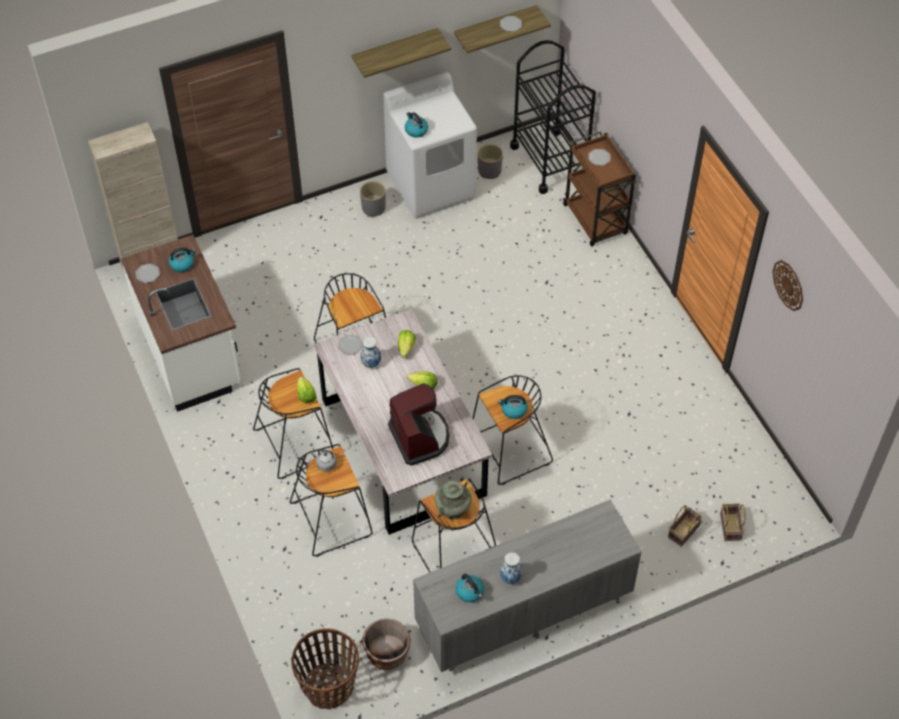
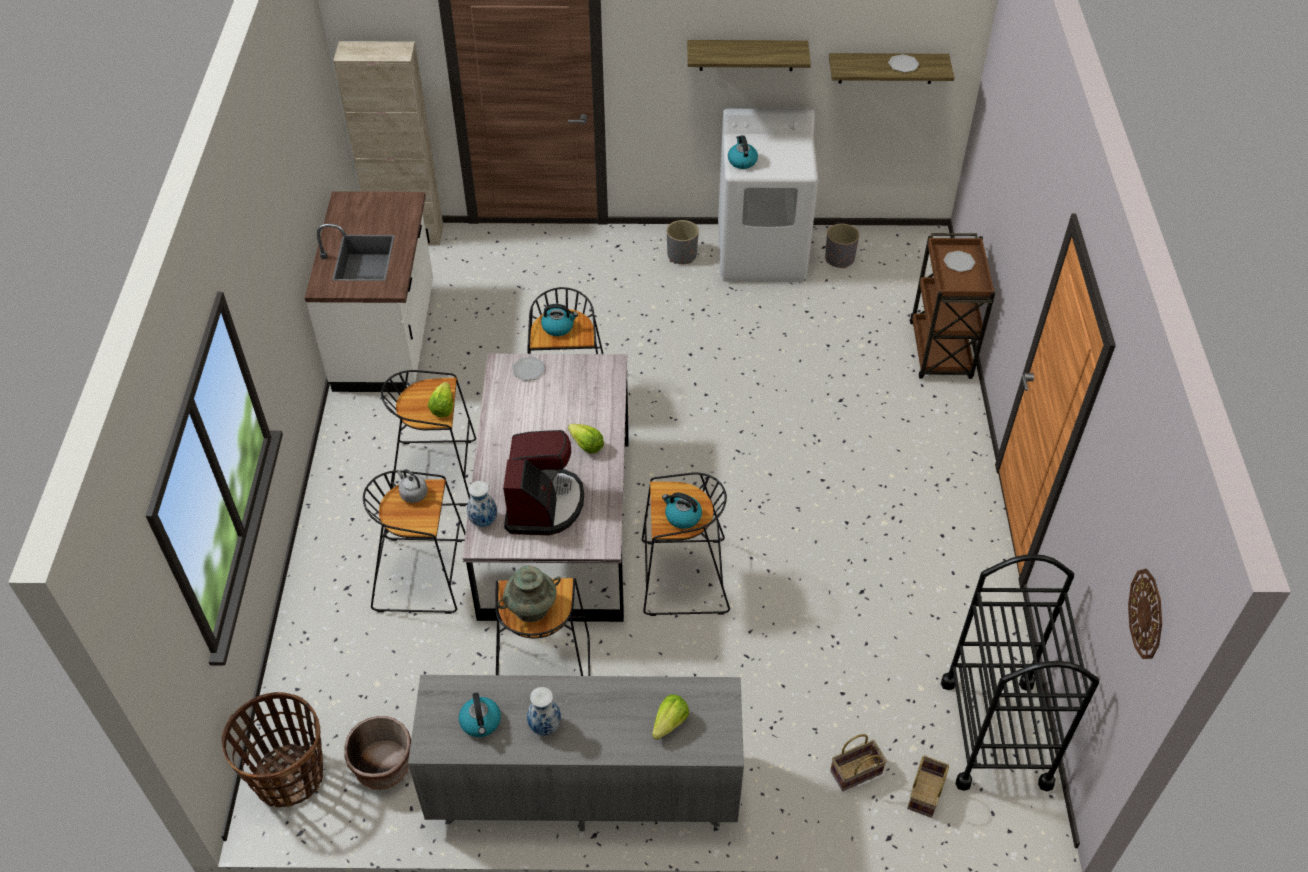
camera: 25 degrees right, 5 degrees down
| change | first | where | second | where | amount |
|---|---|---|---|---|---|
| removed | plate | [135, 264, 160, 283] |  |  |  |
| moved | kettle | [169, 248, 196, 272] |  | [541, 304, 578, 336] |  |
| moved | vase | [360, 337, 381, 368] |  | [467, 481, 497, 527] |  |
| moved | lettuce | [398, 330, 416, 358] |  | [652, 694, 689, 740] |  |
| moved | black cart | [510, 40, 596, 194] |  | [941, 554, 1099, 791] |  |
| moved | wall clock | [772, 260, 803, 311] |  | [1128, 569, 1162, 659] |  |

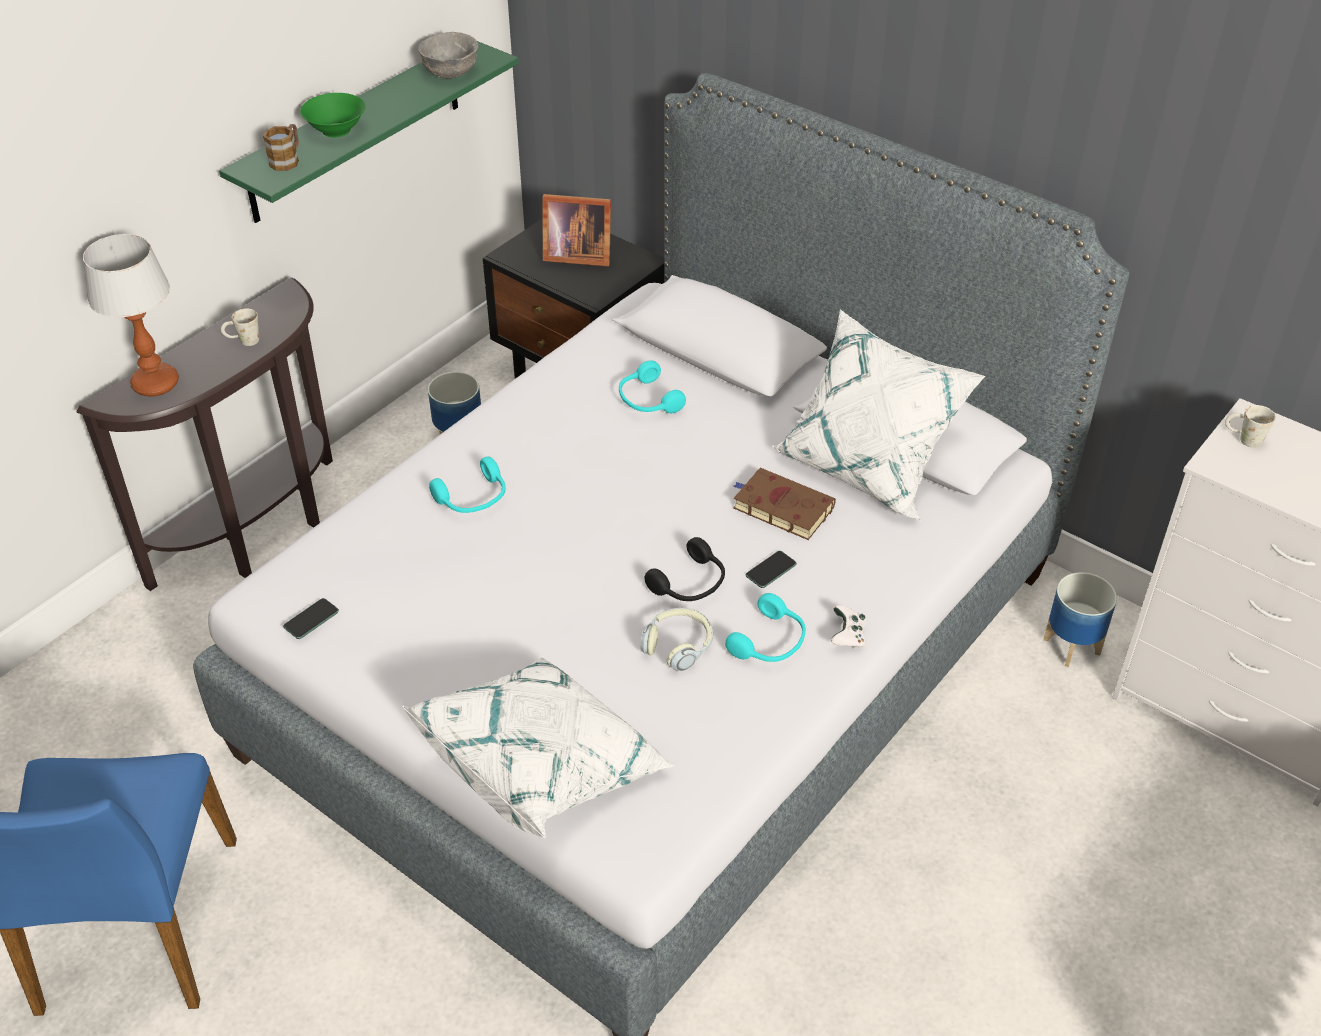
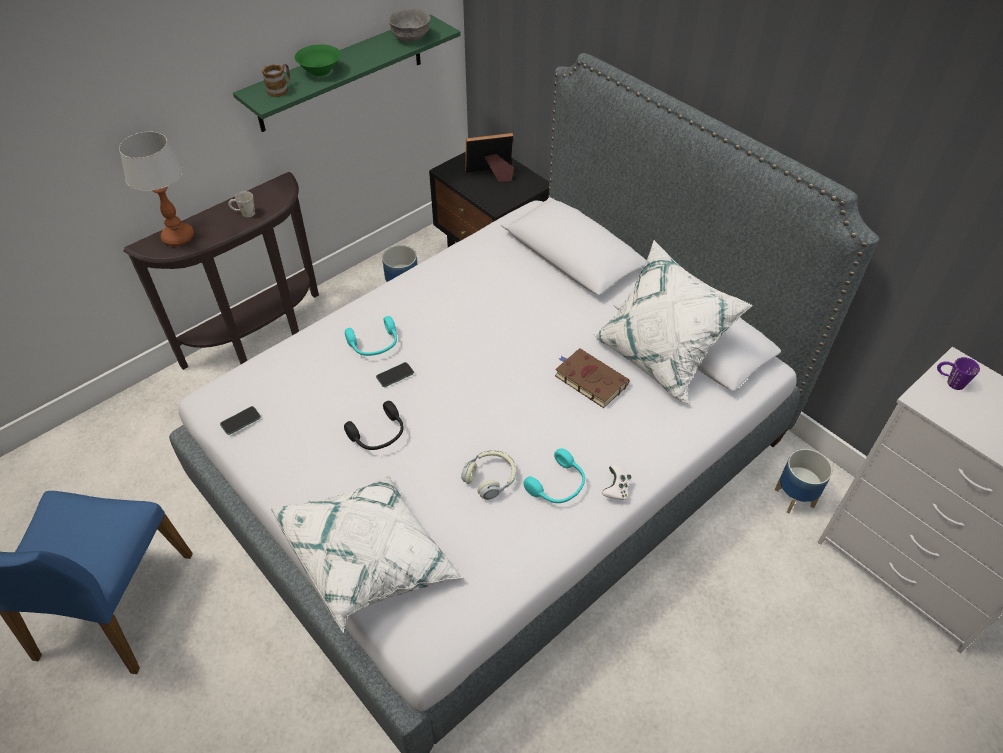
camera: 10 degrees right, 5 degrees up
| change | first | where | second | where | amount |
|---|---|---|---|---|---|
| turned | picture frame | [543, 194, 611, 267] |  | [465, 133, 514, 182] | 150 degrees clockwise |
| removed | turquoise headphones | [619, 360, 686, 413] |  |  |  |
| moved | black headphones | [645, 537, 725, 601] |  | [344, 401, 404, 450] |  |
| moved | phone | [745, 551, 797, 588] |  | [376, 362, 414, 387] |  |
| recoloured | white mug | [1225, 405, 1276, 448] | purple mug | [937, 357, 980, 390] |  |

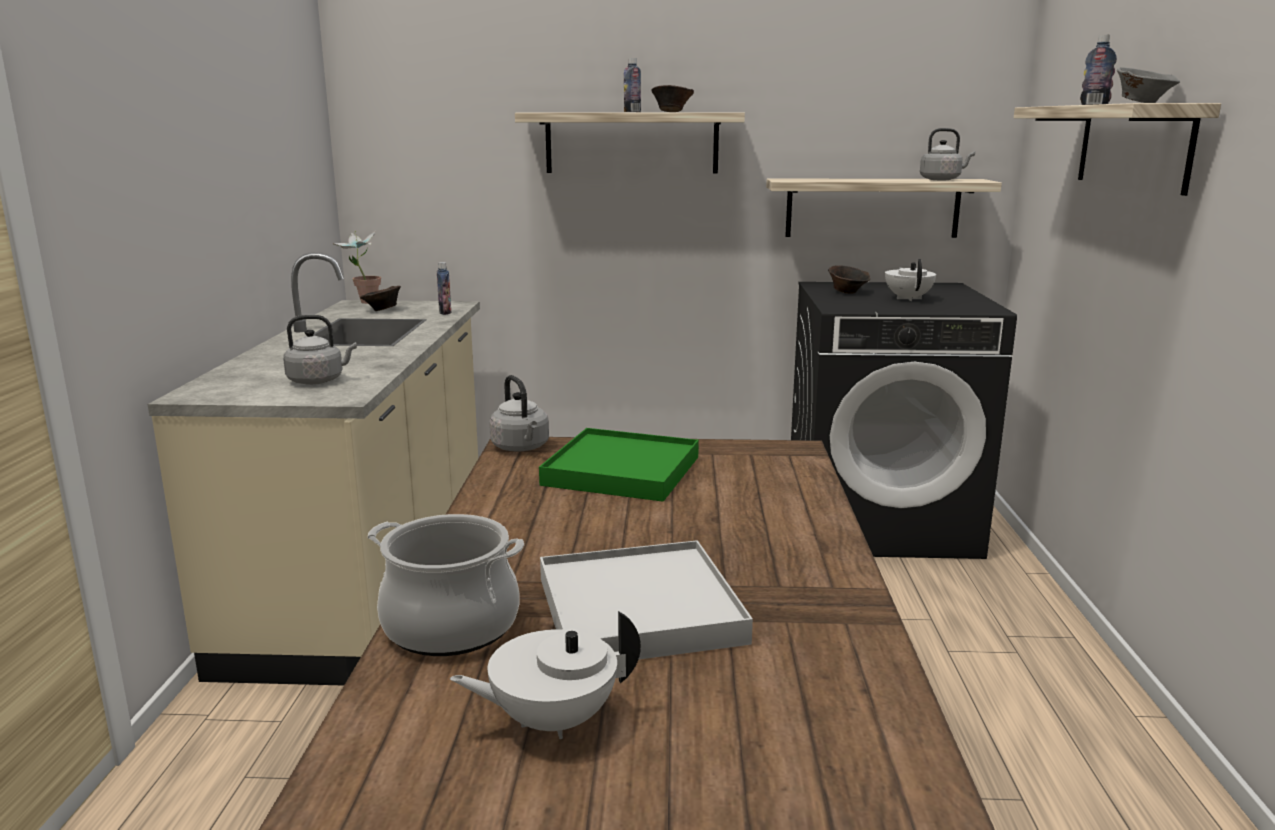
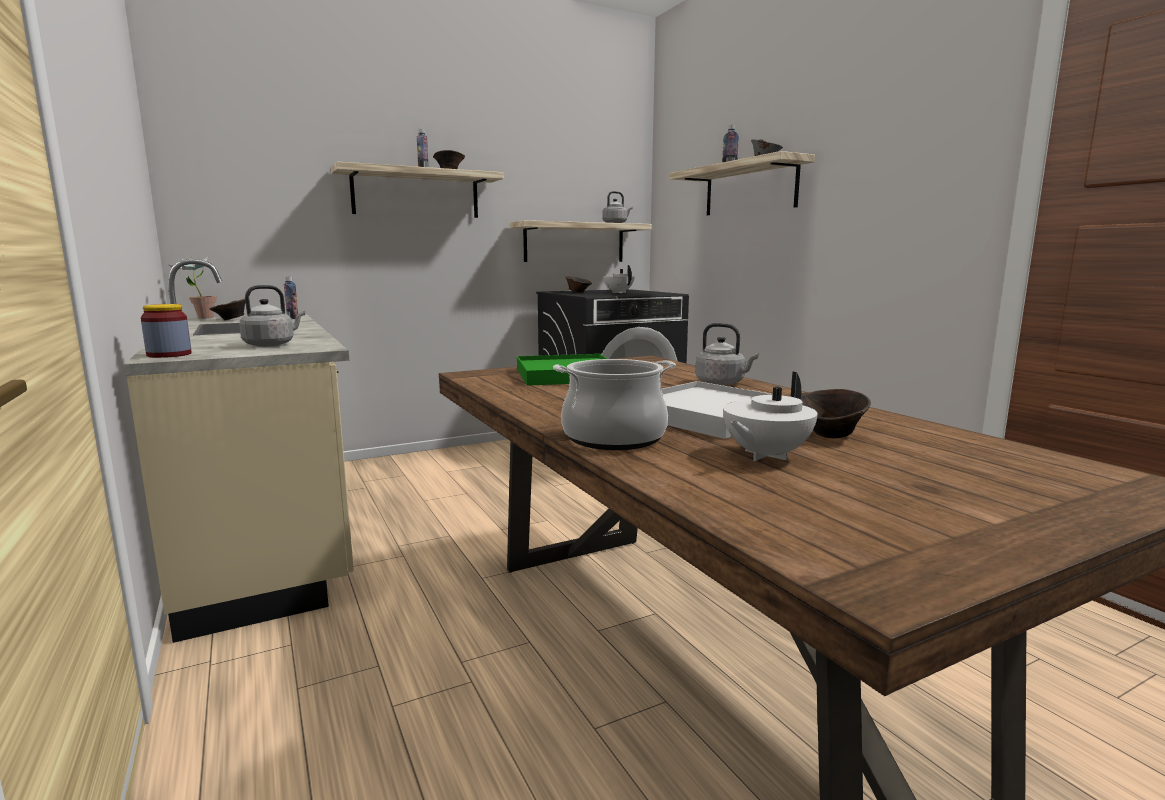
camera: 30 degrees left, 5 degrees down
| change | first | where | second | where | amount |
|---|---|---|---|---|---|
| moved | grey kettle | [489, 375, 549, 451] |  | [695, 323, 758, 385] |  |
| added |  |  | jar | [141, 304, 192, 358] |  |
| added |  |  | brown bowl | [801, 389, 871, 438] |  |

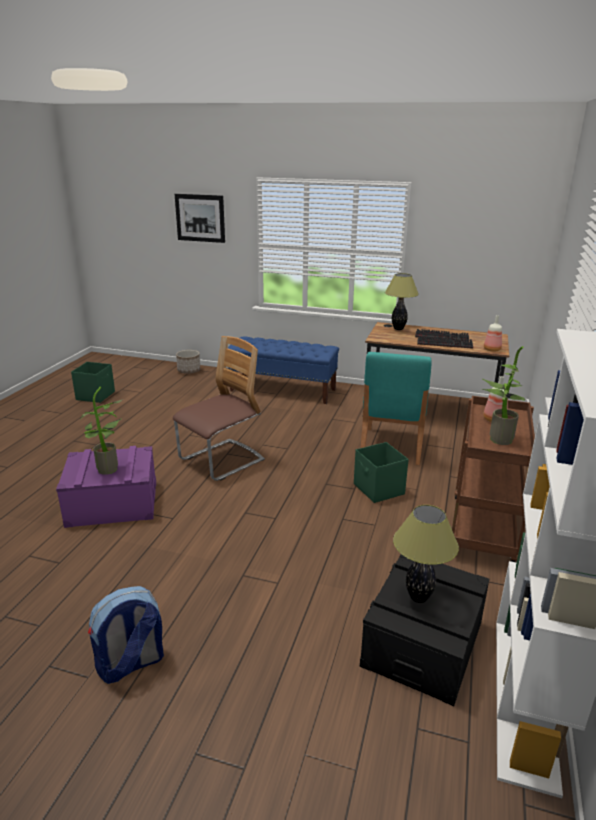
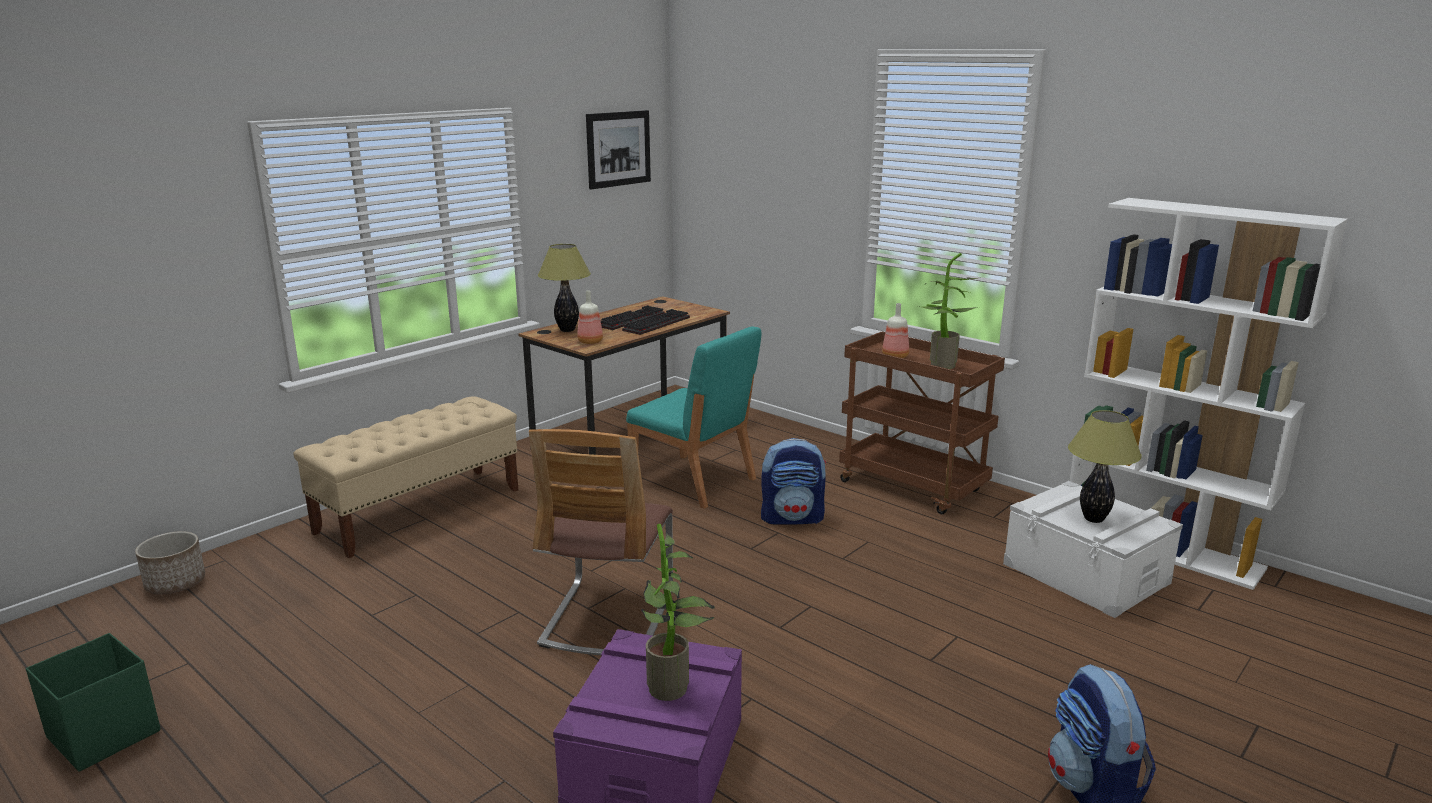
camera: 65 degrees left, 5 degrees down
| change | first | where | second | where | amount |
|---|---|---|---|---|---|
| turned | chair | [173, 336, 265, 481] |  | [529, 429, 673, 655] | 150 degrees counterclockwise |
| moved | picture | [175, 194, 225, 243] |  | [586, 110, 651, 190] |  |
| recoloured | blue bench | [228, 336, 339, 404] | beige bench | [294, 397, 518, 558] |  |
| replaced | green storage box | [354, 442, 409, 503] | backpack | [761, 438, 826, 525] |  |
| recoloured | black storage box | [360, 554, 489, 706] | white storage box | [1003, 481, 1183, 618] |  |
| moved | bottle | [484, 315, 502, 352] |  | [577, 291, 603, 344] |  |

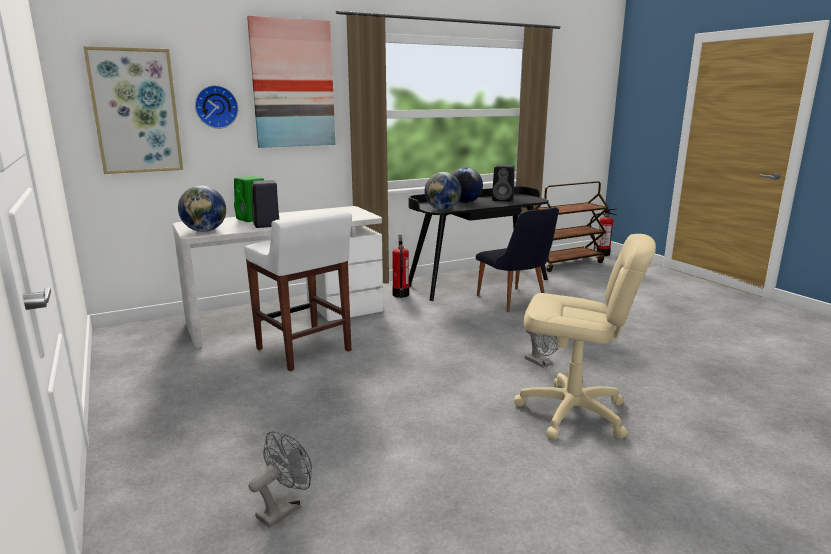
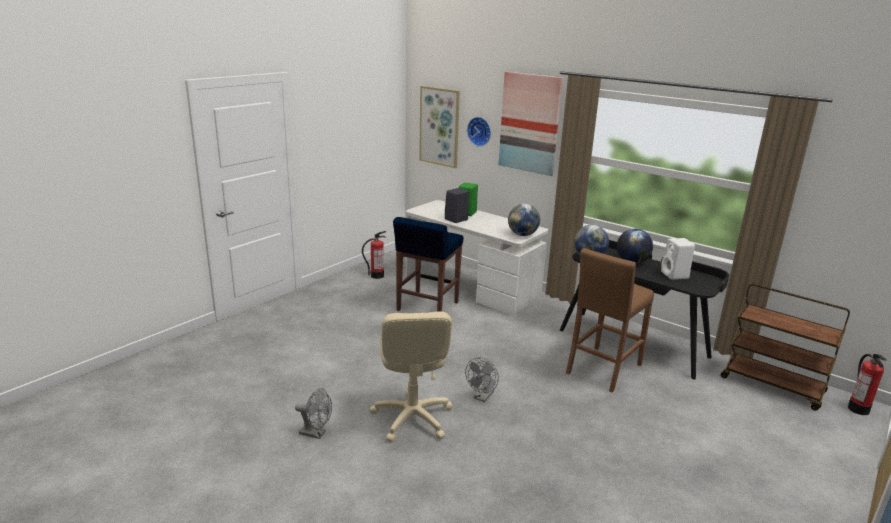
camera: 65 degrees right, 5 degrees up
| change | first | where | second | where | amount |
|---|---|---|---|---|---|
| moved | globe | [178, 186, 226, 232] |  | [508, 204, 540, 236] |  |
| recoloured | white stool | [244, 210, 352, 371] | blue stool | [393, 217, 463, 312] |  |
| moved | grey fan | [249, 431, 312, 528] |  | [295, 388, 332, 439] |  |
| moved | fire extinguisher | [392, 235, 409, 298] |  | [362, 231, 386, 279] |  |
| replaced | black chair | [476, 207, 559, 312] | brown stool | [566, 248, 654, 392] |  |
| recoloured | black speaker | [492, 165, 515, 202] | white speaker | [661, 238, 695, 280] |  |

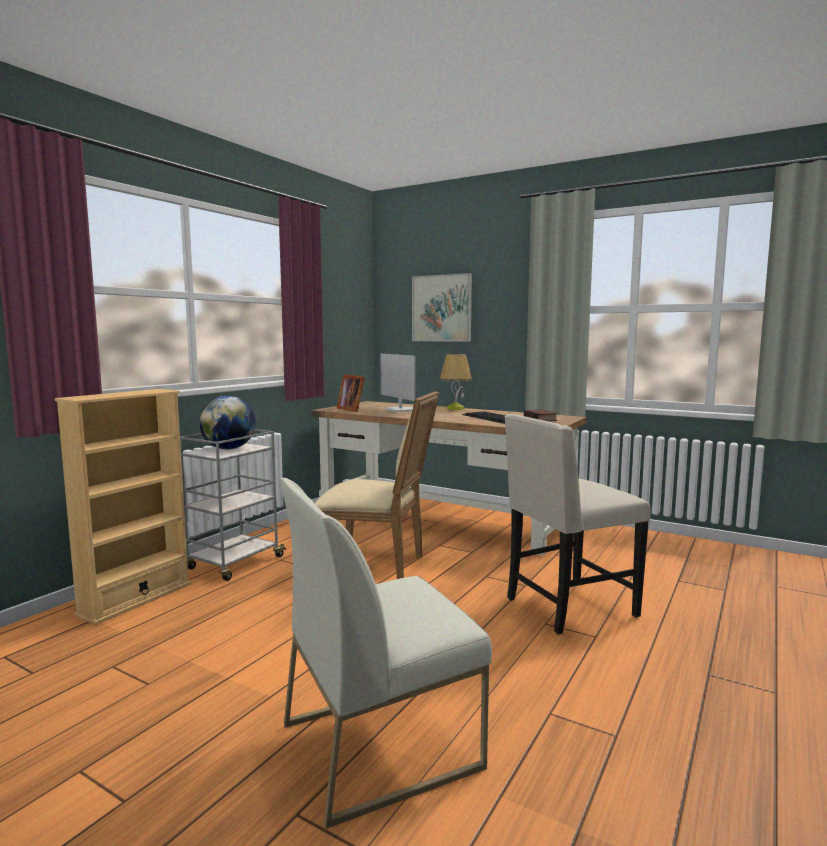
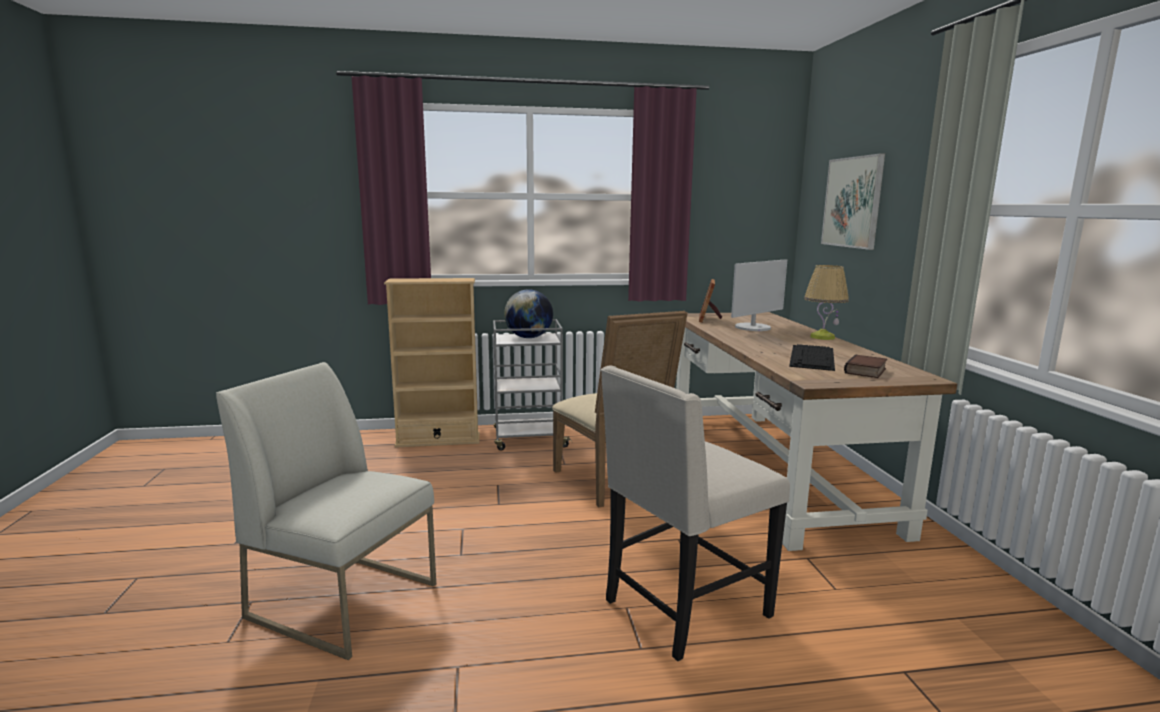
camera: 50 degrees right, 5 degrees up
| change | first | where | second | where | amount |
|---|---|---|---|---|---|
| turned | monitor | [380, 354, 415, 412] |  | [731, 259, 787, 331] | 150 degrees counterclockwise |
| turned | beige chair | [504, 414, 650, 635] |  | [601, 366, 790, 661] | 60 degrees counterclockwise |

